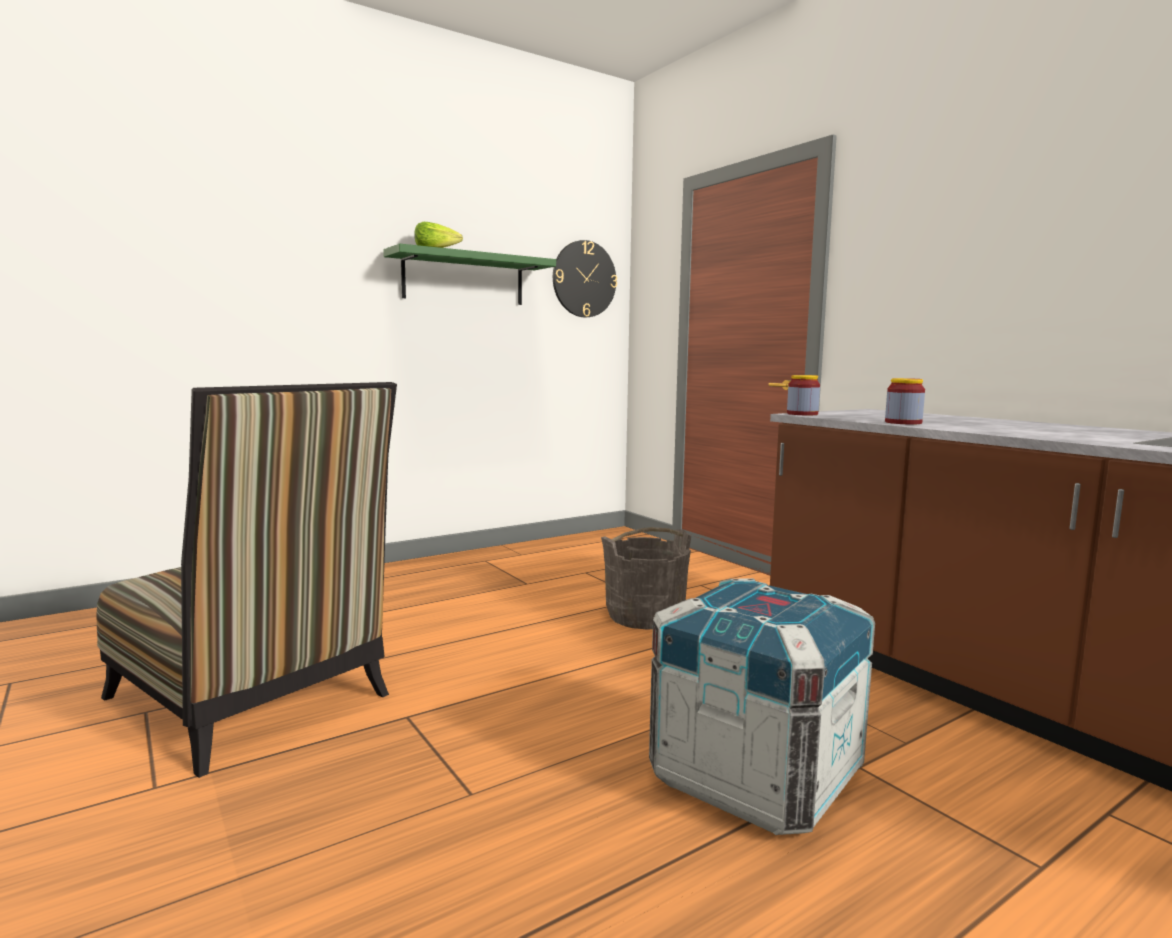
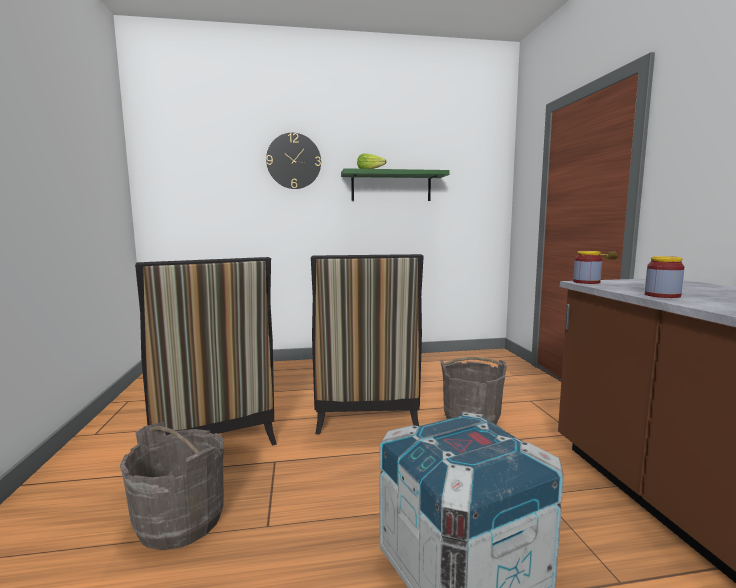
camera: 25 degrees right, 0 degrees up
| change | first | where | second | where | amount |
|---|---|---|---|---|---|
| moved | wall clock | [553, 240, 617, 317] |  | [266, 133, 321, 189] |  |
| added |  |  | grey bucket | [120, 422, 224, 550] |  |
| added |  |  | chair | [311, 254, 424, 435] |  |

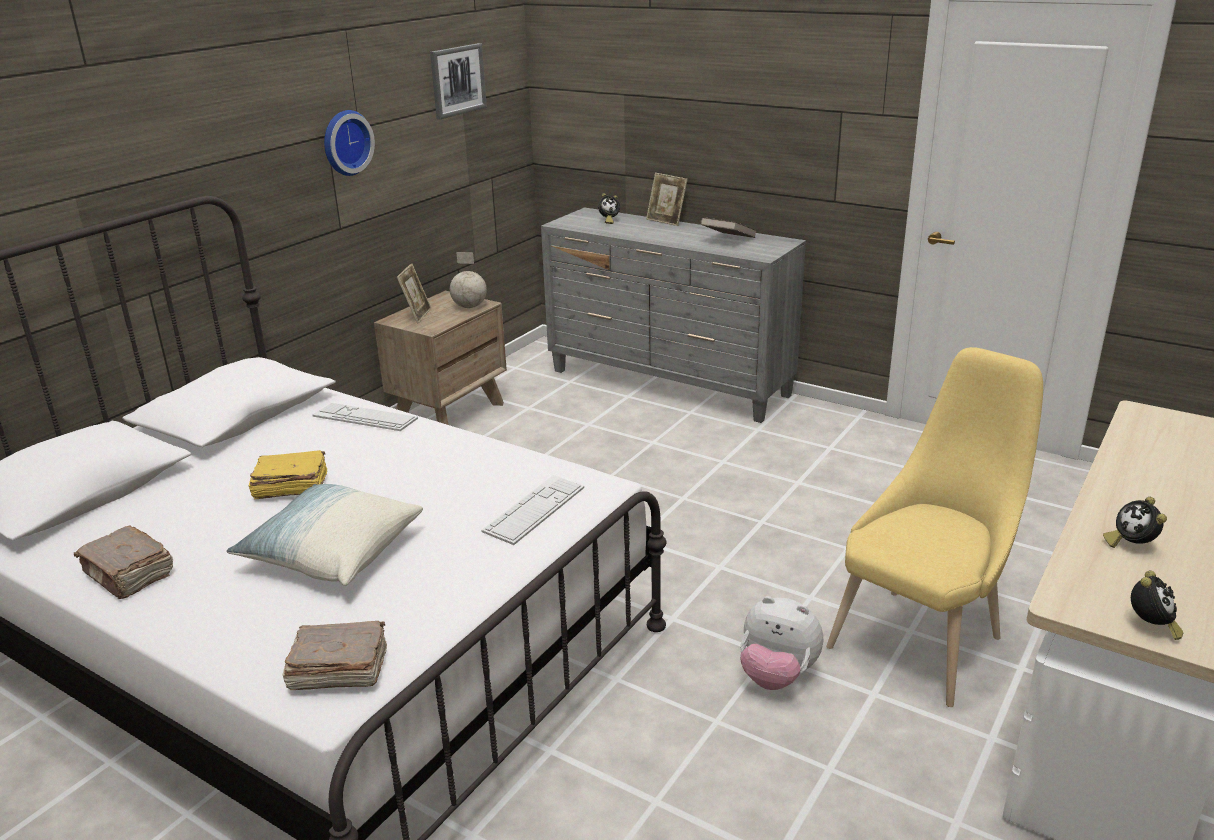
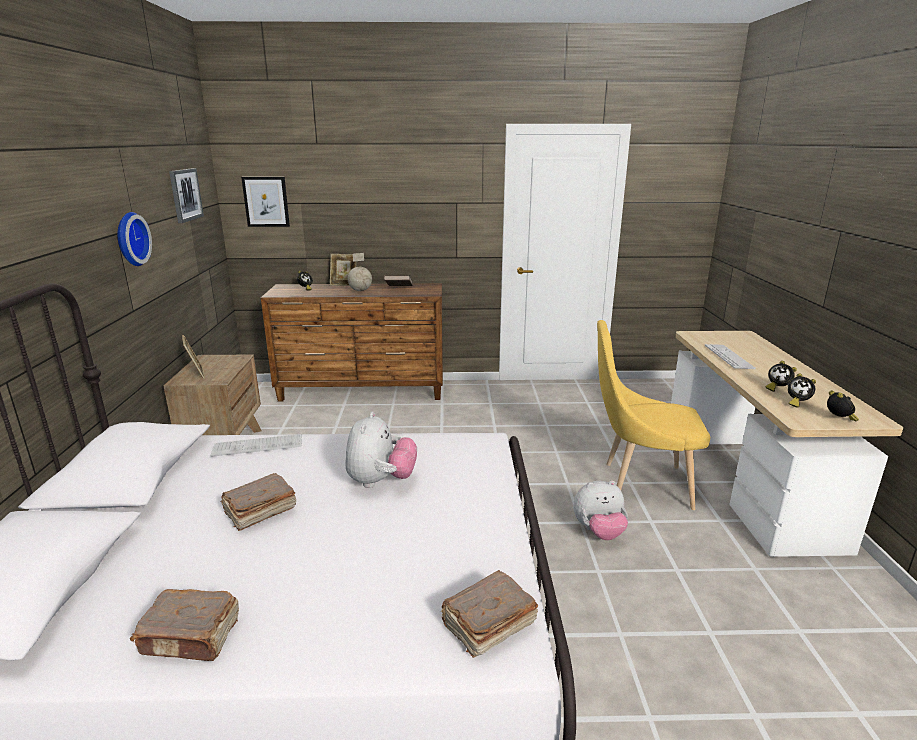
camera: 35 degrees left, 5 degrees down
| change | first | where | second | where | amount |
|---|---|---|---|---|---|
| removed | pillow | [227, 484, 423, 586] |  |  |  |
| recoloured | yellow book | [249, 450, 327, 499] | brown book | [221, 473, 296, 531] |  |
| moved | globe | [450, 252, 487, 308] |  | [348, 253, 372, 291] |  |
| moved | keyboard | [481, 475, 584, 545] |  | [705, 344, 756, 369] |  |
| recoloured | grey dresser | [541, 207, 806, 423] | brown dresser | [261, 283, 443, 401] |  |
| turned | yellow chair | [826, 347, 1043, 707] |  | [597, 320, 710, 510] | 90 degrees counterclockwise |
| added |  |  | picture | [241, 177, 290, 227] |  |
| added |  |  | plush toy | [345, 412, 417, 488] |  |
| added |  |  | alarm clock | [788, 373, 816, 408] |  |

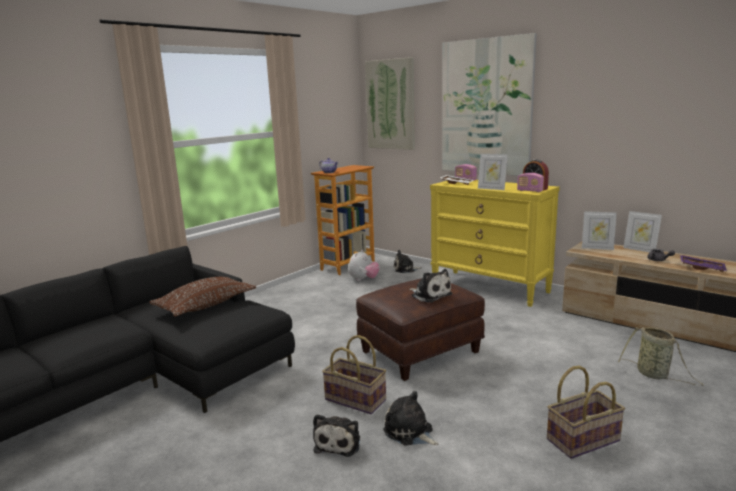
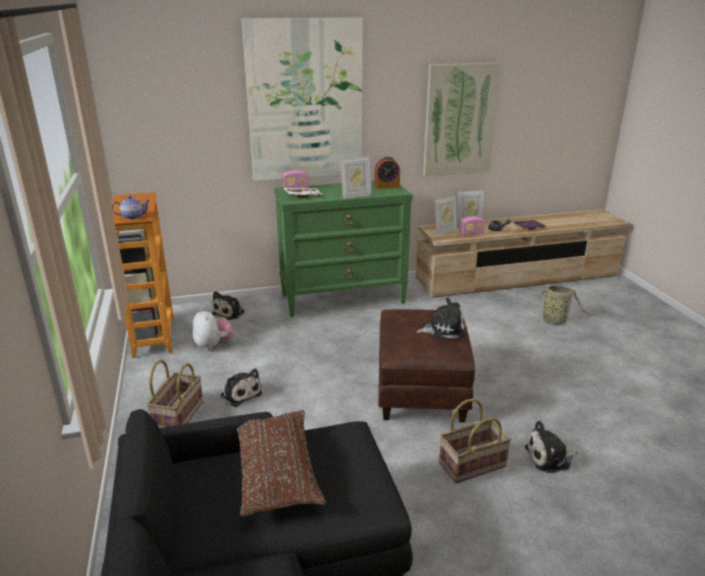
camera: 55 degrees left, 10 degrees up
| change | first | where | second | where | amount |
|---|---|---|---|---|---|
| moved | plush toy | [313, 414, 360, 457] |  | [220, 368, 262, 407] |  |
| moved | picture | [365, 57, 415, 150] |  | [423, 63, 500, 176] |  |
| recoloured | yellow dresser | [430, 180, 560, 307] | green dresser | [274, 181, 413, 317] |  |
| moved | radio | [517, 173, 544, 192] |  | [460, 216, 485, 236] |  |
| moved | basket | [547, 366, 625, 459] |  | [147, 360, 203, 428] |  |

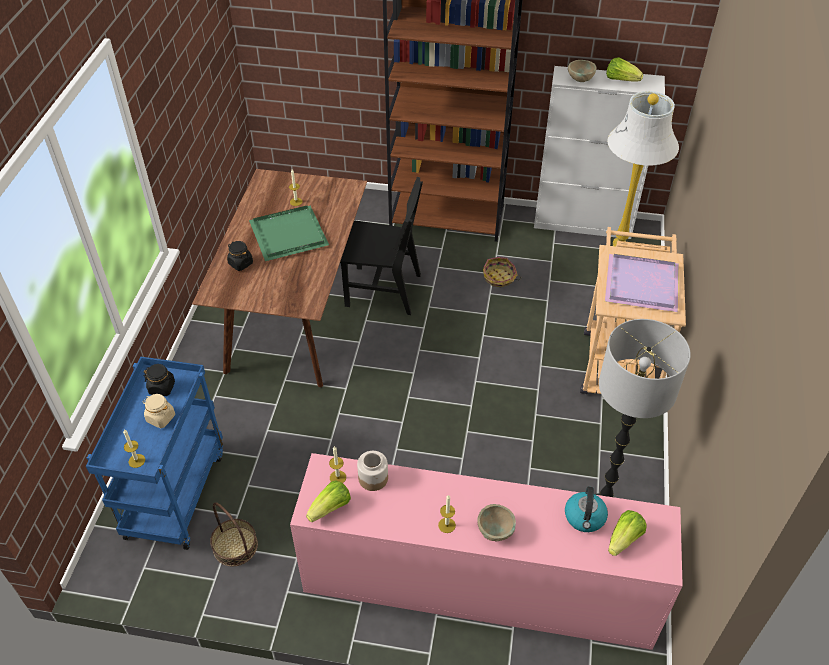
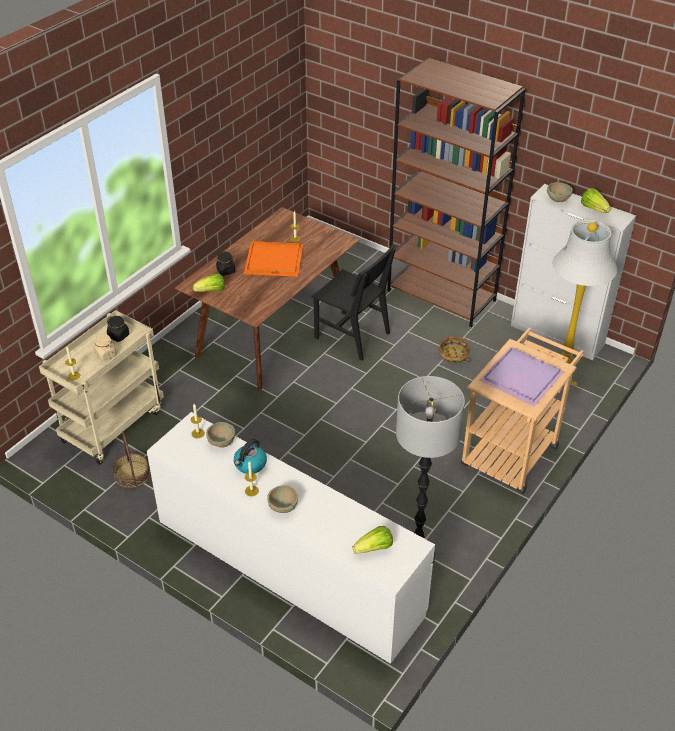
camera: 25 degrees right, 5 degrees down
| change | first | where | second | where | amount |
|---|---|---|---|---|---|
| recoloured | blue cart | [86, 357, 223, 550] | beige cart | [39, 310, 164, 464] |  |
| recoloured | green tray | [249, 205, 329, 261] | orange tray | [244, 241, 303, 277] |  |
| recoloured | pink dresser | [290, 453, 683, 650] | white dresser | [147, 412, 435, 664] |  |
| moved | lettuce | [306, 480, 351, 522] |  | [193, 273, 225, 292] |  |
| replaced | jar | [357, 451, 388, 491] | beige bowl | [206, 422, 235, 447] |  |
| moved | kettle | [565, 487, 608, 532] |  | [234, 439, 267, 474] |  |

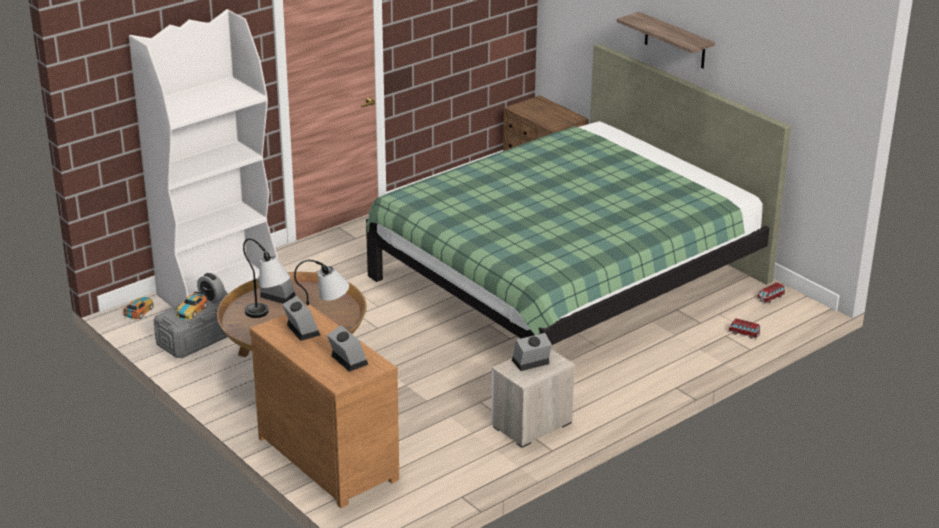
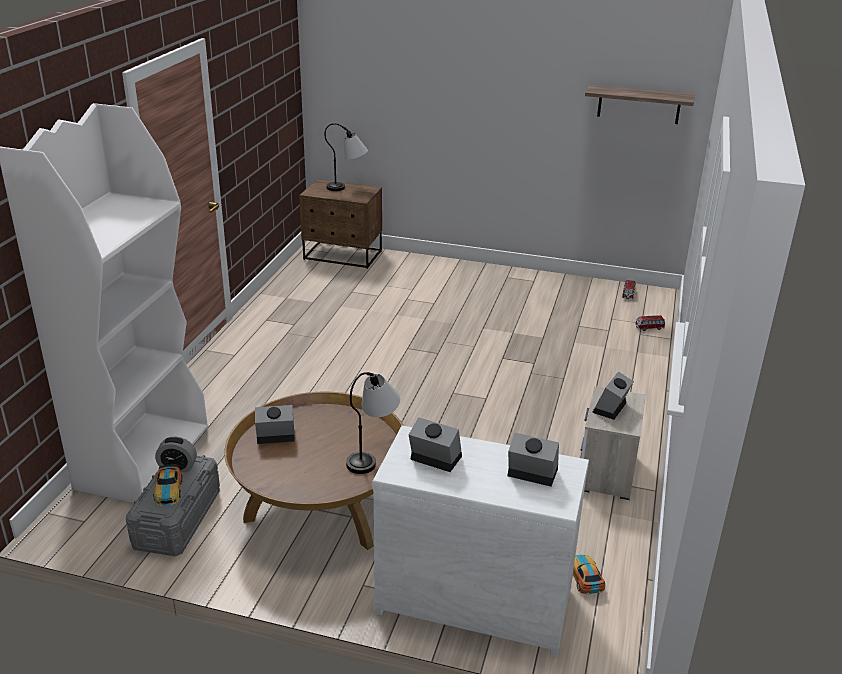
camera: 35 degrees left, 0 degrees up
| change | first | where | second | where | amount |
|---|---|---|---|---|---|
| moved | toy car | [123, 297, 154, 319] |  | [573, 555, 605, 595] |  |
| moved | table lamp | [243, 238, 290, 318] |  | [324, 123, 368, 191] |  |
| recoloured | brown dresser | [250, 305, 399, 508] | white dresser | [372, 426, 589, 656] |  |
| removed | green bed | [366, 43, 791, 345] |  |  |  |
| moved | shelf | [617, 12, 715, 69] |  | [585, 85, 695, 124] |  |

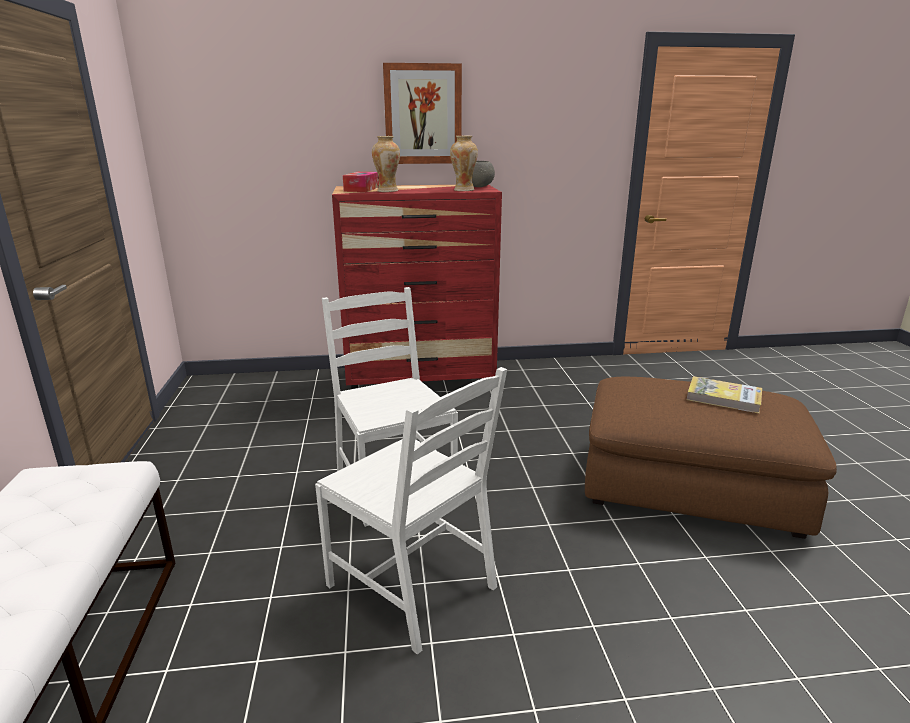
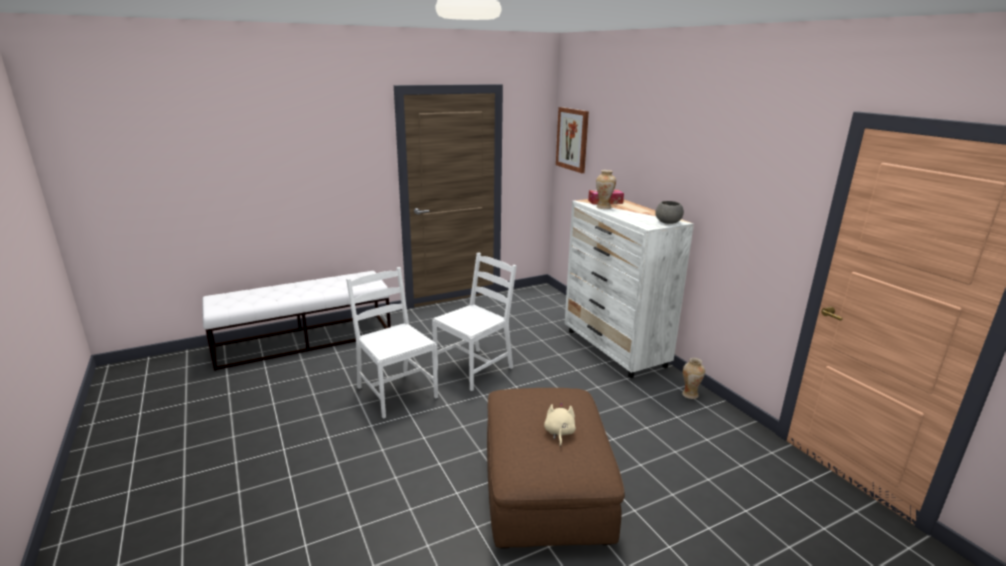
camera: 70 degrees right, 0 degrees up
| change | first | where | second | where | amount |
|---|---|---|---|---|---|
| turned | white chair | [315, 367, 507, 655] |  | [346, 267, 438, 419] | 120 degrees clockwise |
| recoloured | red dresser | [332, 185, 502, 389] | white dresser | [565, 199, 694, 378] |  |
| moved | picture | [383, 63, 462, 164] |  | [556, 107, 589, 173] |  |
| moved | vase | [450, 136, 478, 191] |  | [682, 358, 705, 399] |  |
| replaced | book | [687, 376, 762, 413] | beige plush toy | [544, 403, 576, 447] |  |

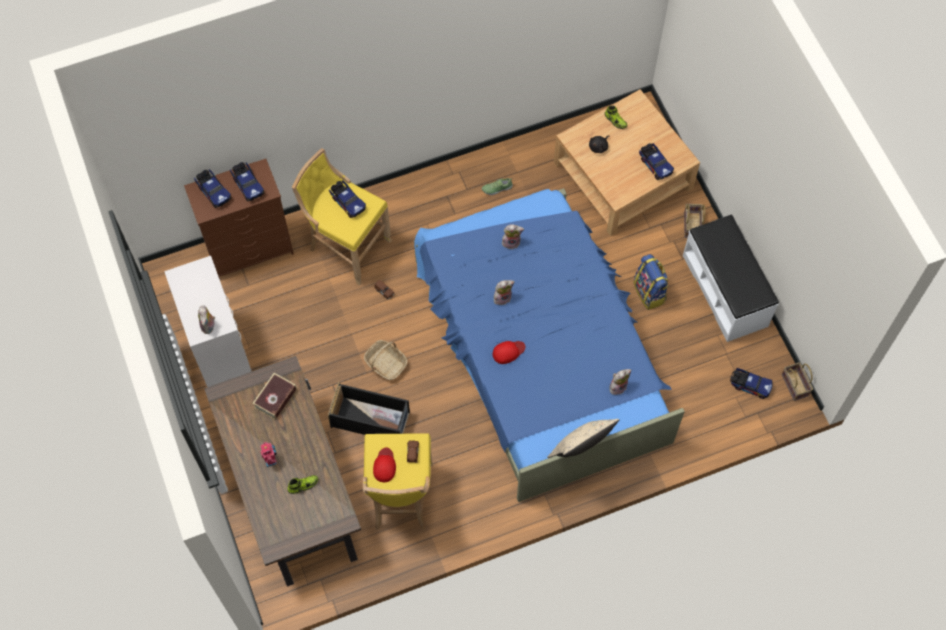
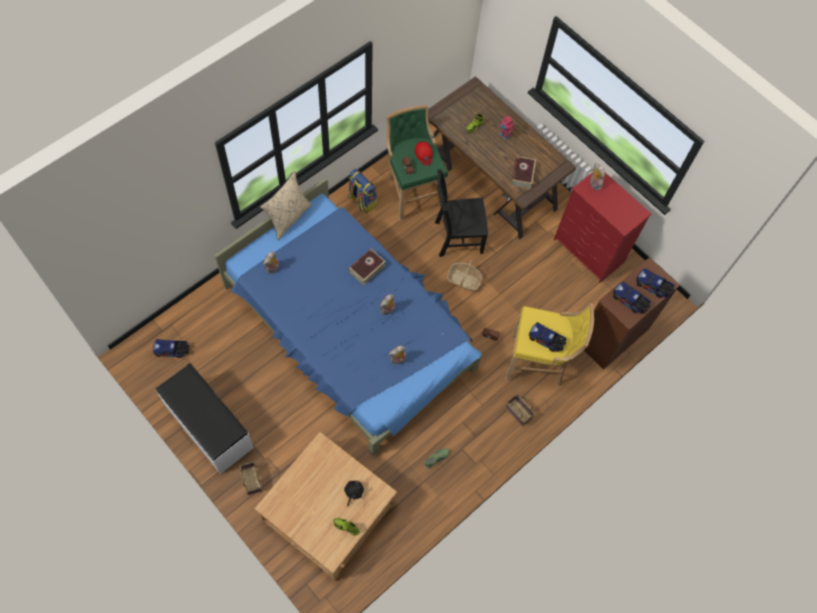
camera: 155 degrees right, 0 degrees up
| change | first | where | second | where | amount |
|---|---|---|---|---|---|
| recoloured | white dresser | [164, 256, 252, 387] | red dresser | [554, 172, 651, 283] |  |
| replaced | black storage box | [328, 382, 410, 435] | black chair | [435, 169, 488, 257] |  |
| recoloured | yellow stool | [363, 433, 433, 530] | green stool | [386, 105, 448, 222] |  |
| replaced | red cap | [493, 341, 525, 364] | book | [349, 249, 386, 285] |  |
| moved | backpack | [633, 254, 668, 310] |  | [348, 169, 377, 214] |  |
| removed | toy truck | [639, 143, 674, 180] |  |  |  |
| moved | basket | [782, 362, 813, 401] |  | [505, 394, 535, 426] |  |

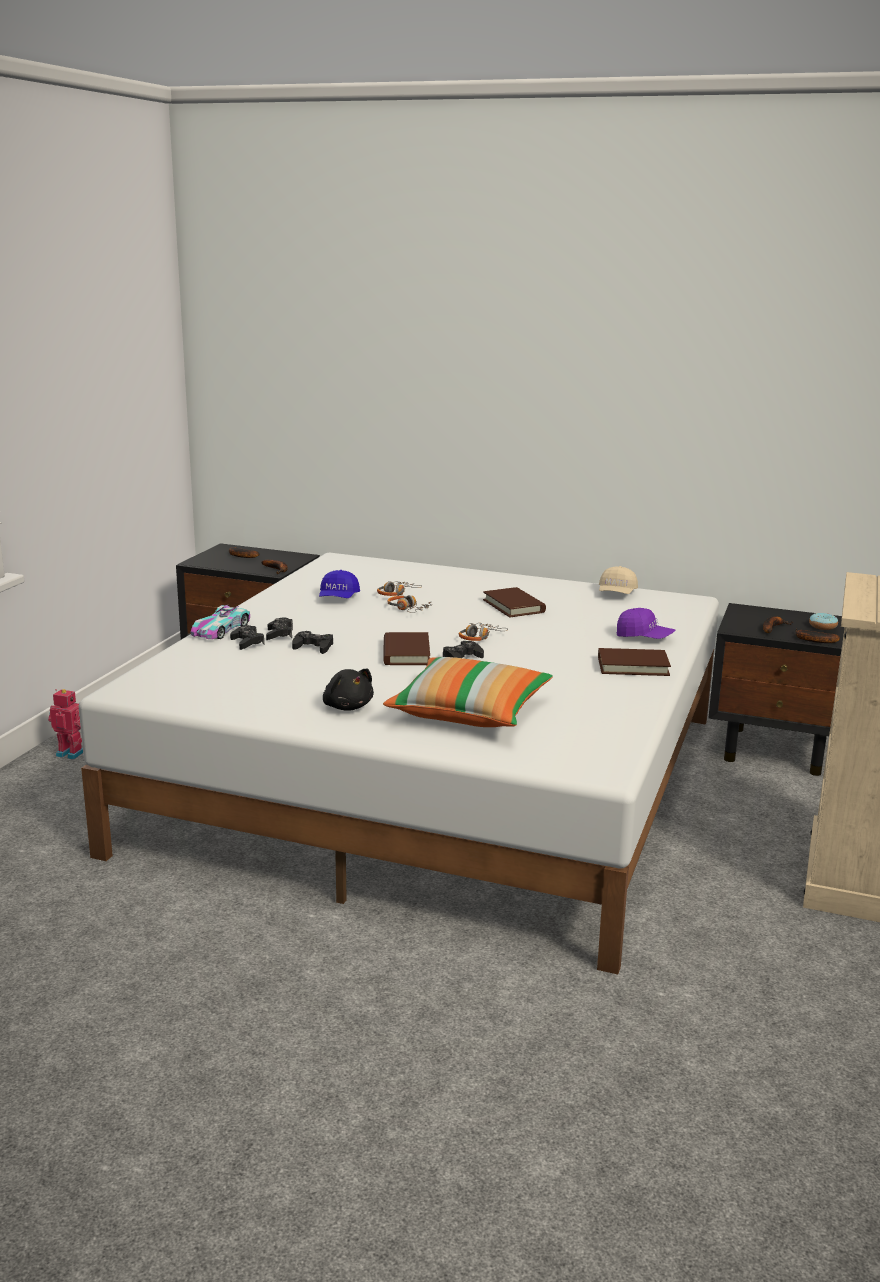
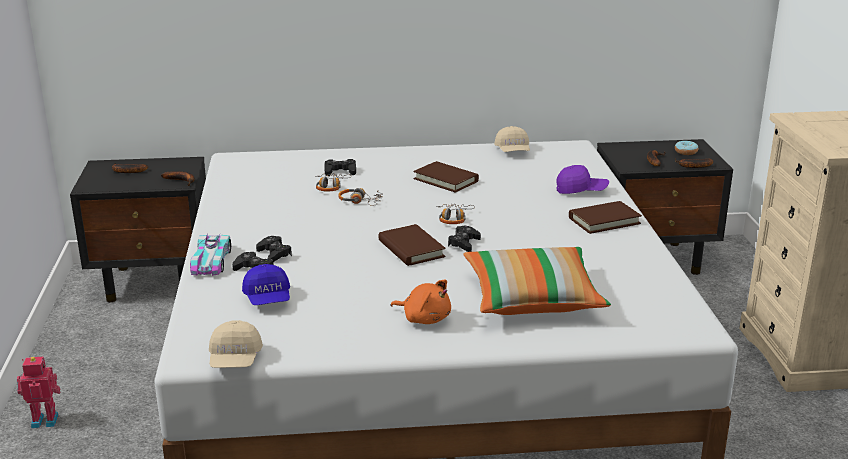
camera: 25 degrees left, 5 degrees up
| change | first | where | second | where | amount |
|---|---|---|---|---|---|
| moved | black game controller | [292, 631, 333, 654] |  | [325, 159, 356, 176] |  |
| moved | blue cap | [319, 570, 360, 598] |  | [242, 264, 290, 305] |  |
| recoloured | black plush toy | [323, 669, 374, 711] | orange plush toy | [391, 280, 451, 324] |  |
| added |  |  | beige cap | [209, 320, 263, 368] |  |

